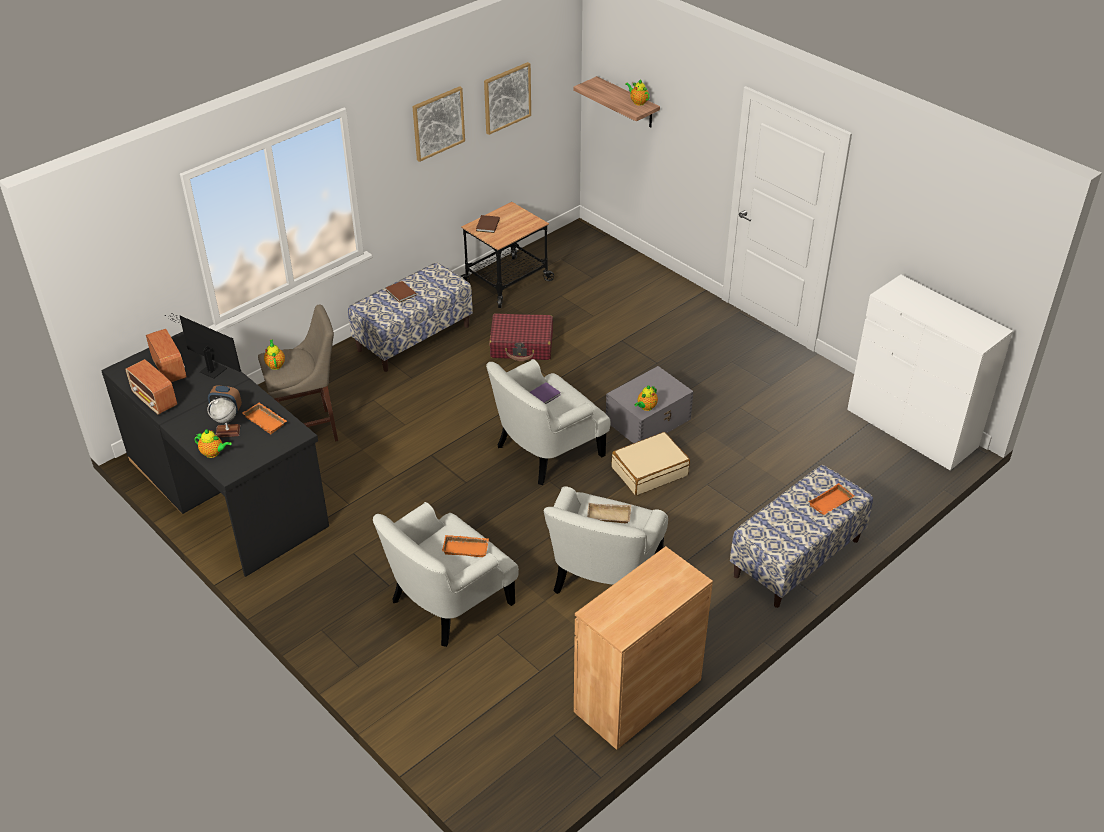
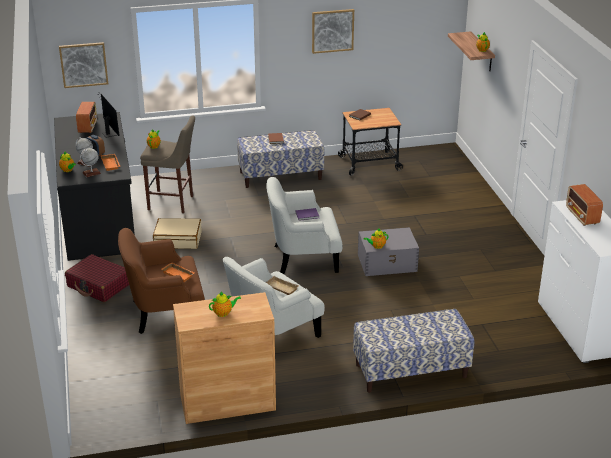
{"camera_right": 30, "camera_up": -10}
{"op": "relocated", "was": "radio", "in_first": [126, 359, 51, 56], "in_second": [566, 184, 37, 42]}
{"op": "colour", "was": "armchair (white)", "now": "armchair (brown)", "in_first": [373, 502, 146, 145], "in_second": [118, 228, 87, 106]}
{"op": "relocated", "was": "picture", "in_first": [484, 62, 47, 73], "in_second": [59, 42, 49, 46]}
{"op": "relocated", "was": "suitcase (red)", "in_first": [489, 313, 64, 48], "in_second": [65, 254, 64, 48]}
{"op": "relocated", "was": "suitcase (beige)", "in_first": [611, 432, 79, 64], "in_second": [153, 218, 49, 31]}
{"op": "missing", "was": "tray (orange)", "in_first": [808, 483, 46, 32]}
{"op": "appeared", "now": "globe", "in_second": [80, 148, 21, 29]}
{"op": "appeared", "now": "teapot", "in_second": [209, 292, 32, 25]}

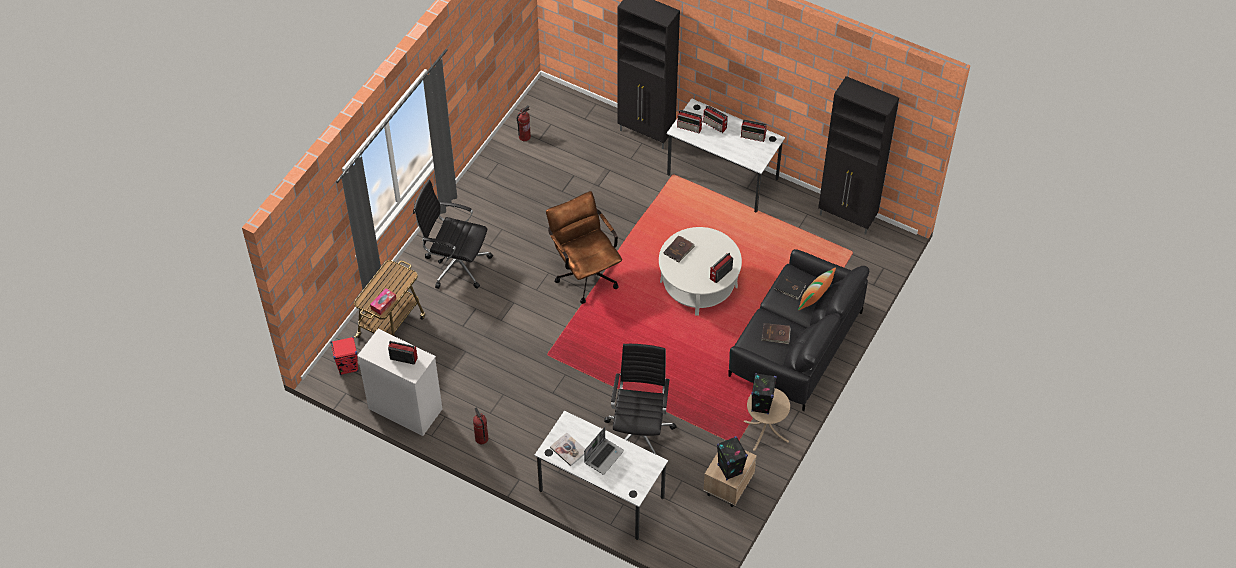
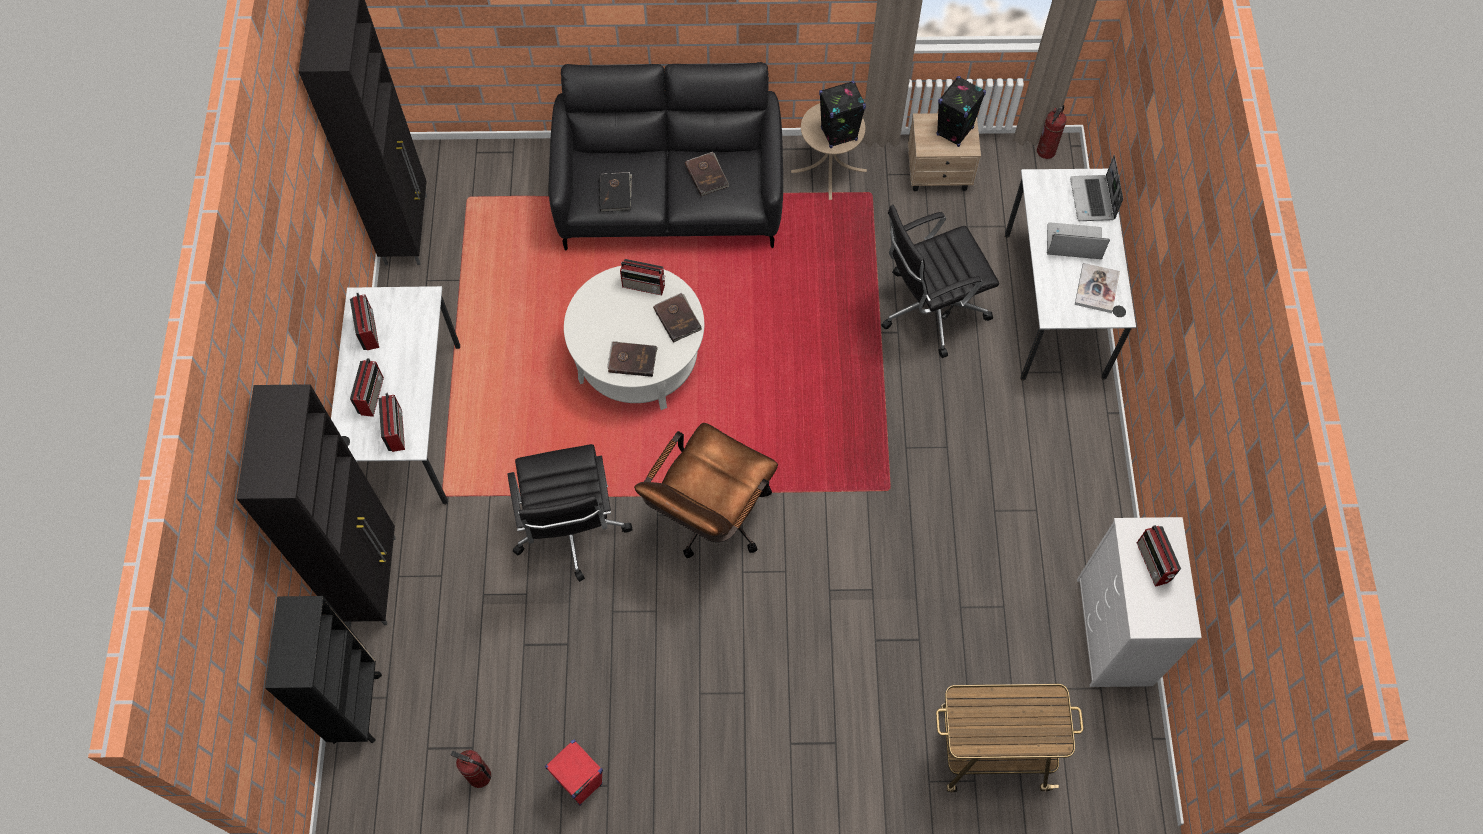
{"camera_right": -120, "camera_up": 10}
{"op": "relocated", "was": "speaker (red)", "in_first": [330, 337, 28, 38], "in_second": [545, 740, 58, 66]}
{"op": "missing", "was": "tissue box", "in_first": [370, 288, 26, 27]}
{"op": "relocated", "was": "office chair (black)", "in_first": [413, 180, 80, 109], "in_second": [508, 444, 125, 138]}
{"op": "relocated", "was": "fire extinguisher", "in_first": [473, 408, 15, 36], "in_second": [1037, 105, 30, 54]}
{"op": "missing", "was": "pillow", "in_first": [798, 267, 38, 44]}
{"op": "appeared", "now": "bookcase (black)", "in_second": [265, 596, 117, 148]}
{"op": "appeared", "now": "book (brown)", "in_second": [653, 293, 49, 50]}
{"op": "appeared", "now": "laptop", "in_second": [1070, 155, 53, 66]}

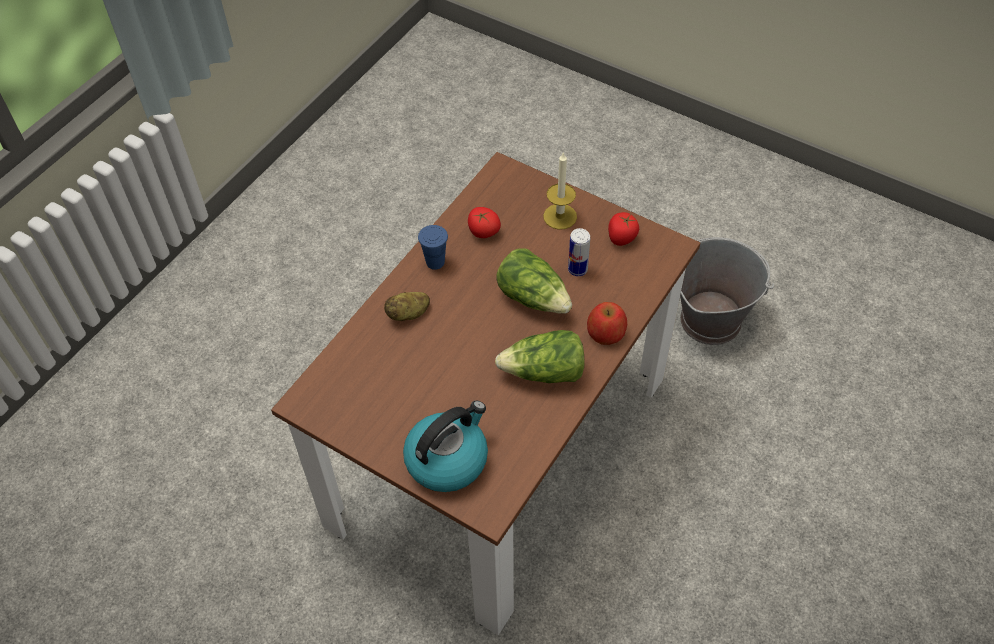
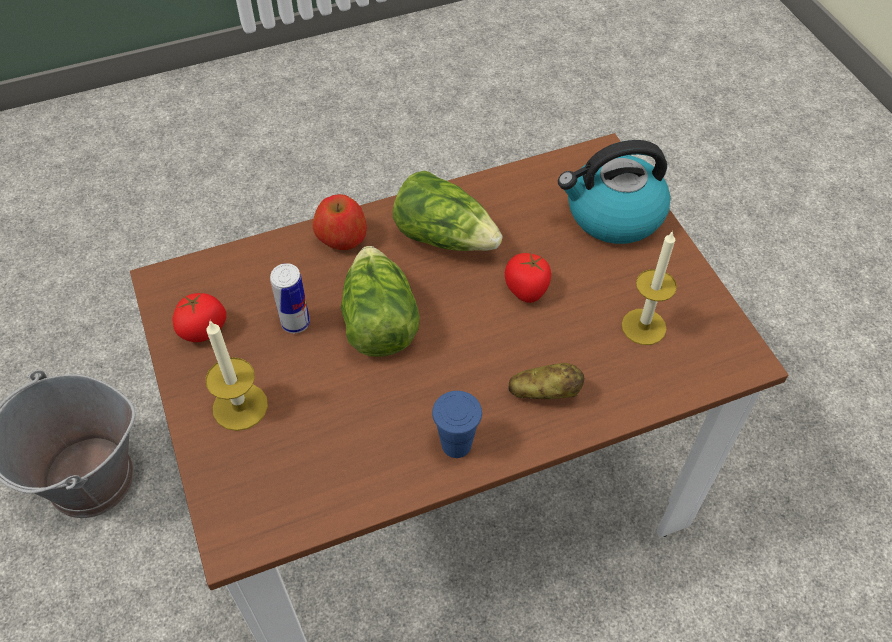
{"camera_right": -145, "camera_up": 0}
{"op": "relocated", "was": "tomato", "in_first": [468, 207, 33, 31], "in_second": [505, 253, 46, 50]}
{"op": "appeared", "now": "candle", "in_second": [622, 231, 55, 114]}

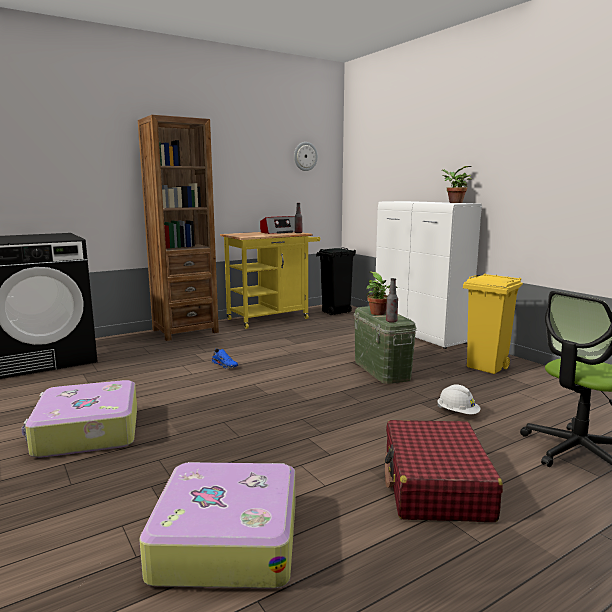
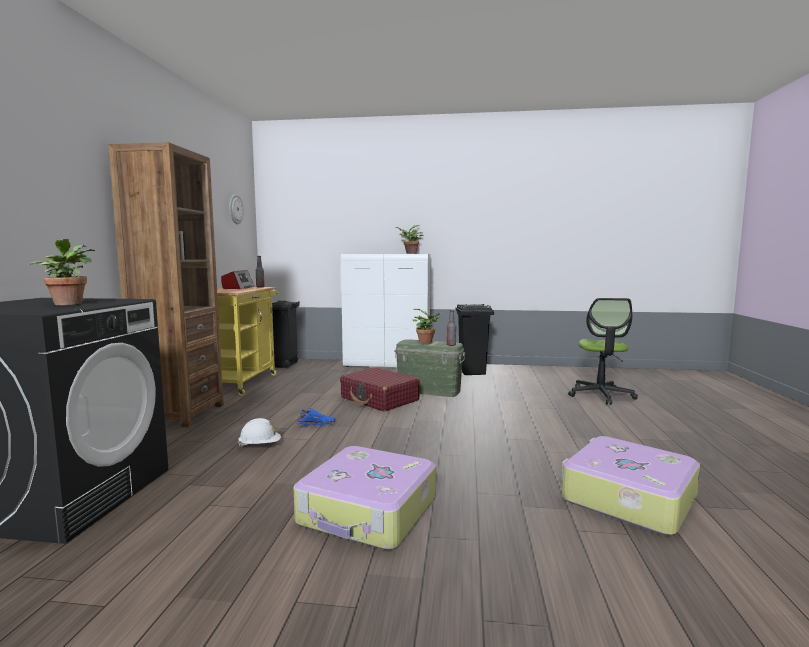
{"camera_right": -50, "camera_up": -5}
{"op": "relocated", "was": "suitcase (red)", "in_first": [385, 420, 118, 102], "in_second": [340, 367, 80, 45]}
{"op": "relocated", "was": "hard hat (white)", "in_first": [437, 384, 44, 30], "in_second": [238, 418, 43, 29]}
{"op": "colour", "was": "trash can (yellow)", "now": "trash can (black)", "in_first": [463, 273, 60, 101], "in_second": [455, 304, 39, 71]}
{"op": "appeared", "now": "potted plant", "in_second": [28, 239, 67, 66]}

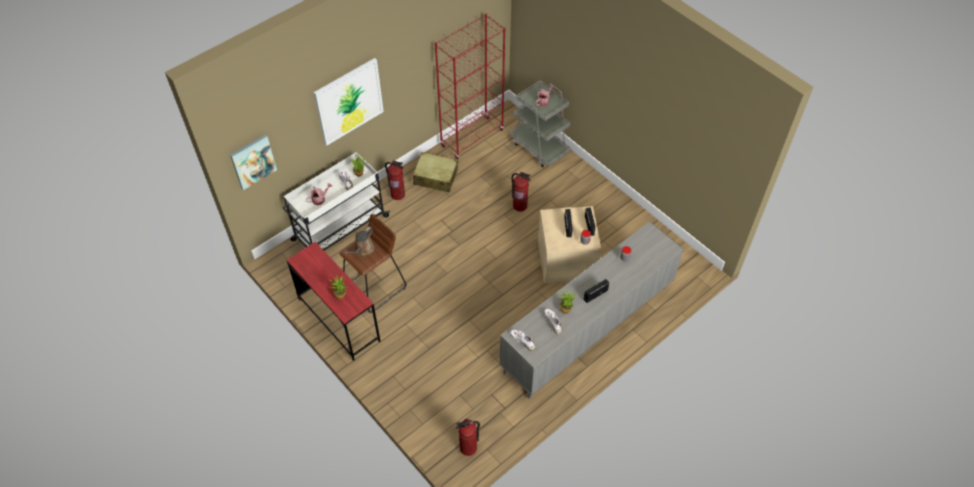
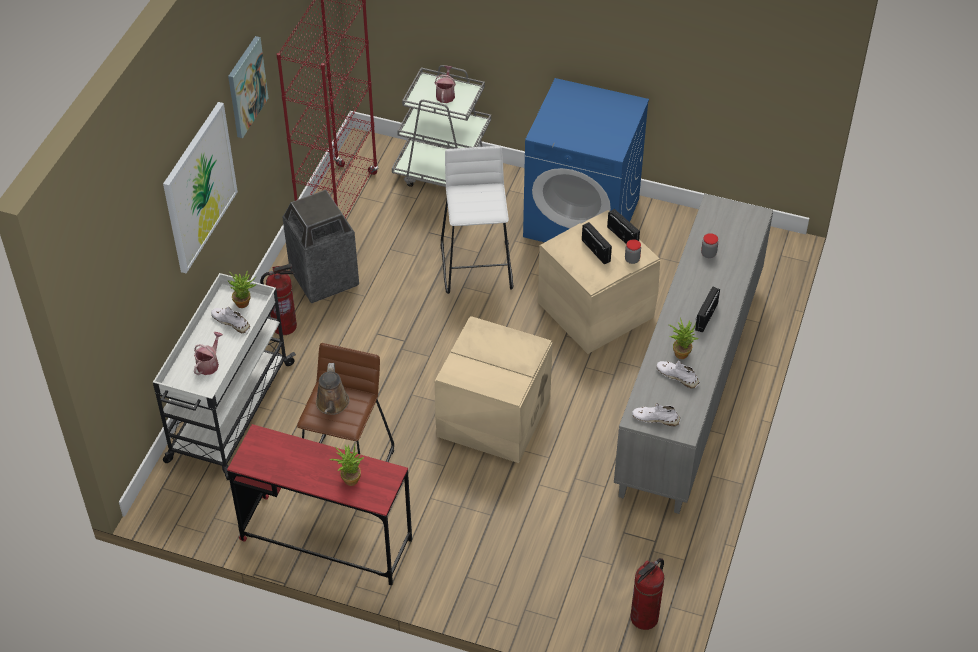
{"camera_right": -30, "camera_up": -5}
{"op": "relocated", "was": "picture", "in_first": [230, 135, 47, 55], "in_second": [228, 36, 40, 102]}
{"op": "exchanged", "was": "suitcase (beige)", "now": "trash can", "in_first": [413, 152, 45, 40], "in_second": [282, 190, 77, 113]}
{"op": "exchanged", "was": "fire extinguisher", "now": "stool (white)", "in_first": [512, 172, 19, 40], "in_second": [441, 146, 72, 148]}
{"op": "appeared", "now": "storage box (beige)", "in_second": [435, 316, 118, 147]}
{"op": "appeared", "now": "washing machine (blue)", "in_second": [523, 78, 126, 164]}

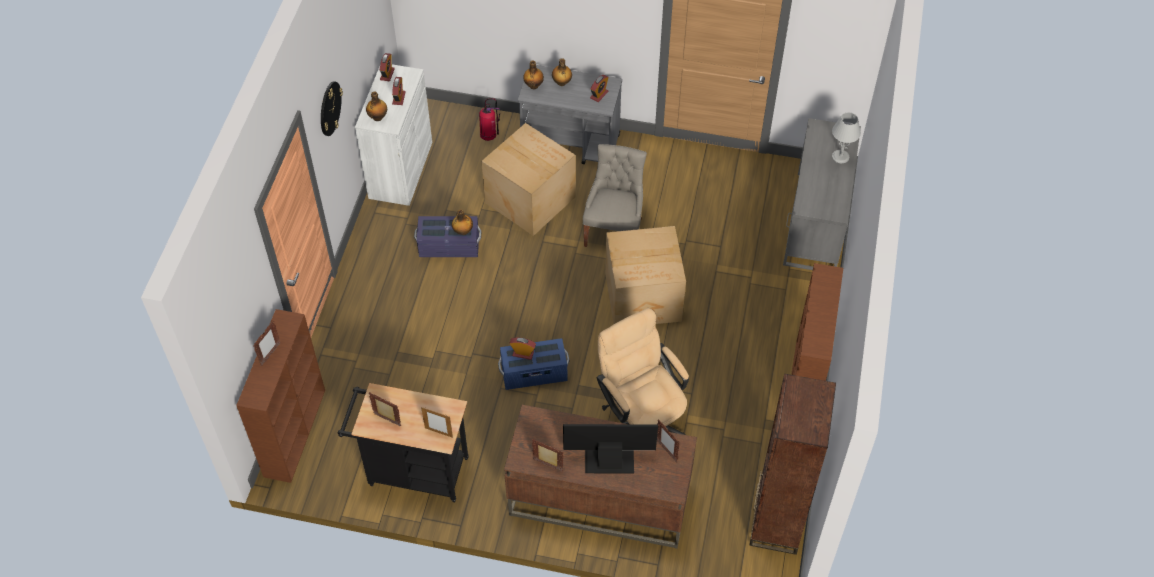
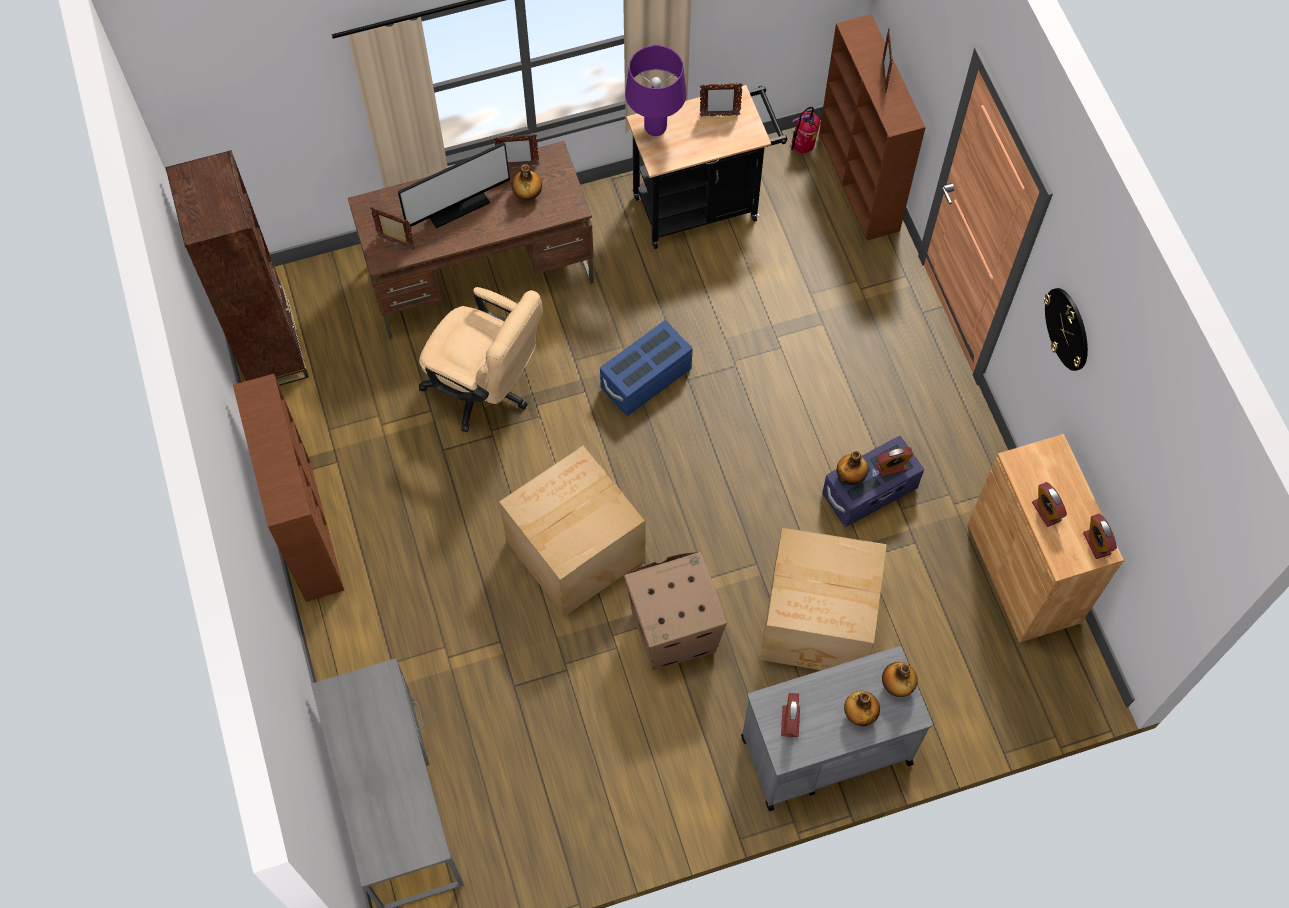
{"camera_right": 150, "camera_up": 10}
{"op": "colour", "was": "cabinet (white)", "now": "cabinet (brown)", "in_first": [355, 64, 77, 142], "in_second": [968, 434, 156, 209]}
{"op": "relocated", "was": "bottle", "in_first": [366, 92, 21, 29], "in_second": [512, 164, 30, 37]}
{"op": "exchanged", "was": "picture frame", "now": "table lamp (purple)", "in_first": [421, 407, 32, 31], "in_second": [625, 45, 61, 91]}
{"op": "relocated", "was": "fire extinguisher", "in_first": [479, 98, 21, 43], "in_second": [791, 107, 29, 46]}
{"op": "relocated", "was": "alarm clock", "in_first": [509, 337, 27, 23], "in_second": [876, 447, 38, 30]}
{"op": "exchanged", "was": "chair (grey)", "now": "cardboard box", "in_first": [583, 144, 64, 103], "in_second": [624, 552, 103, 118]}
{"op": "missing", "was": "table lamp (grey)", "in_first": [832, 112, 29, 51]}

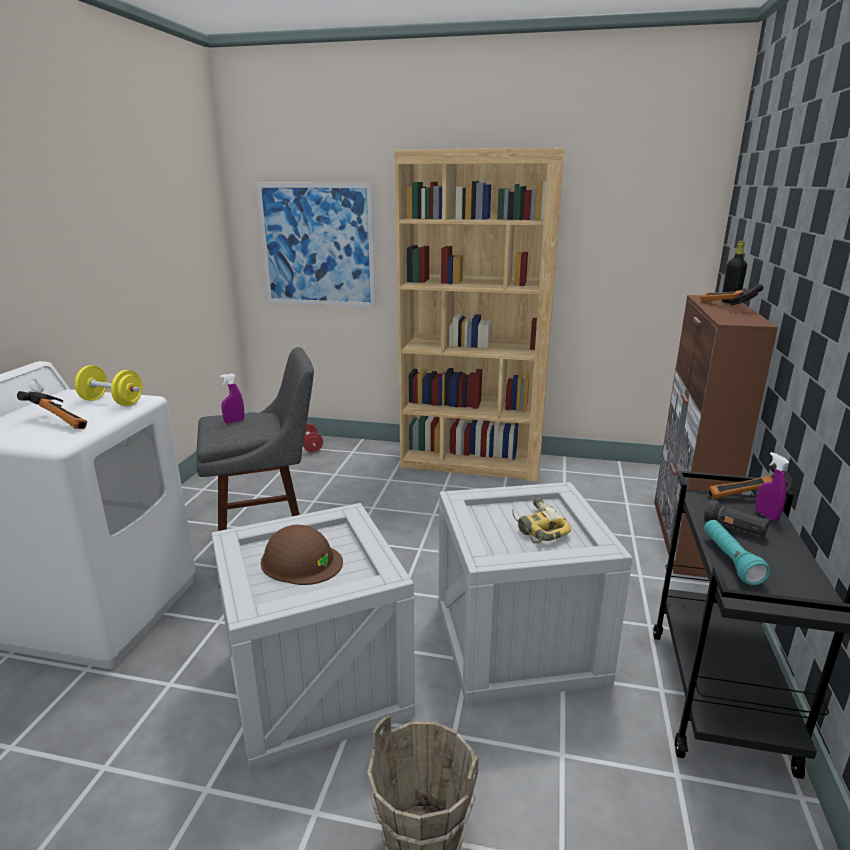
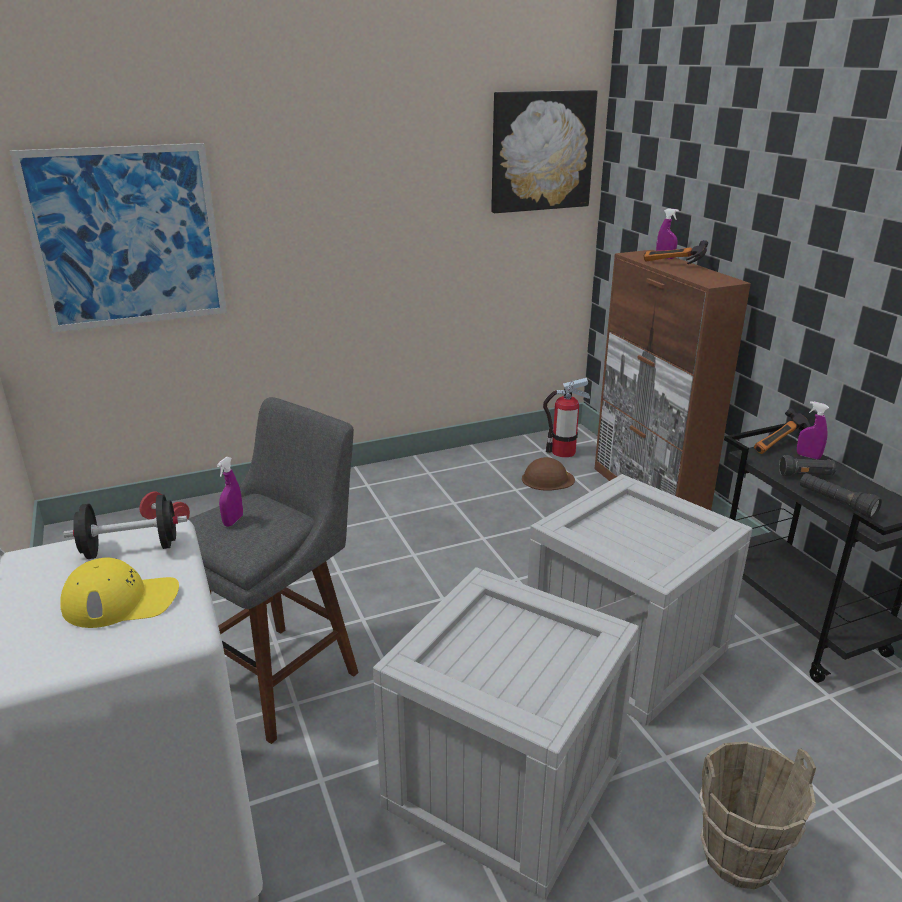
{"camera_right": -35, "camera_up": 5}
{"op": "exchanged", "was": "hammer", "now": "cap (yellow)", "in_first": [17, 391, 70, 38], "in_second": [60, 557, 119, 71]}
{"op": "colour", "was": "dumbbell (yellow)", "now": "dumbbell (black)", "in_first": [75, 365, 67, 41], "in_second": [64, 494, 123, 65]}
{"op": "relocated", "was": "hard hat (brown)", "in_first": [261, 525, 82, 60], "in_second": [522, 457, 53, 34]}
{"op": "missing", "was": "bookcase (brown)", "in_first": [394, 148, 170, 334]}
{"op": "missing", "was": "power drill", "in_first": [512, 498, 59, 45]}
{"op": "colour", "was": "flashlight (turquoise)", "now": "flashlight (black)", "in_first": [704, 520, 66, 65], "in_second": [800, 473, 82, 46]}
{"op": "exchanged", "was": "bottle (black)", "now": "spray bottle (purple)", "in_first": [721, 241, 26, 63], "in_second": [656, 208, 23, 51]}
{"op": "appeared", "now": "picture", "in_second": [491, 90, 106, 123]}
{"op": "appeared", "now": "fire extinguisher", "in_second": [543, 378, 47, 79]}

